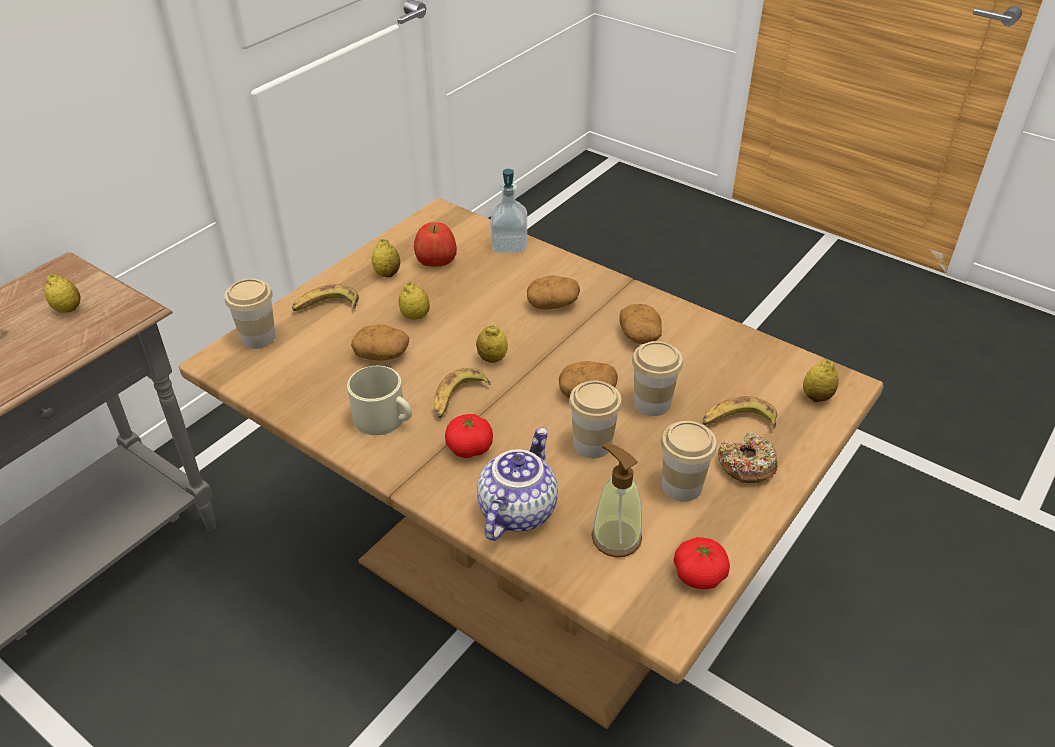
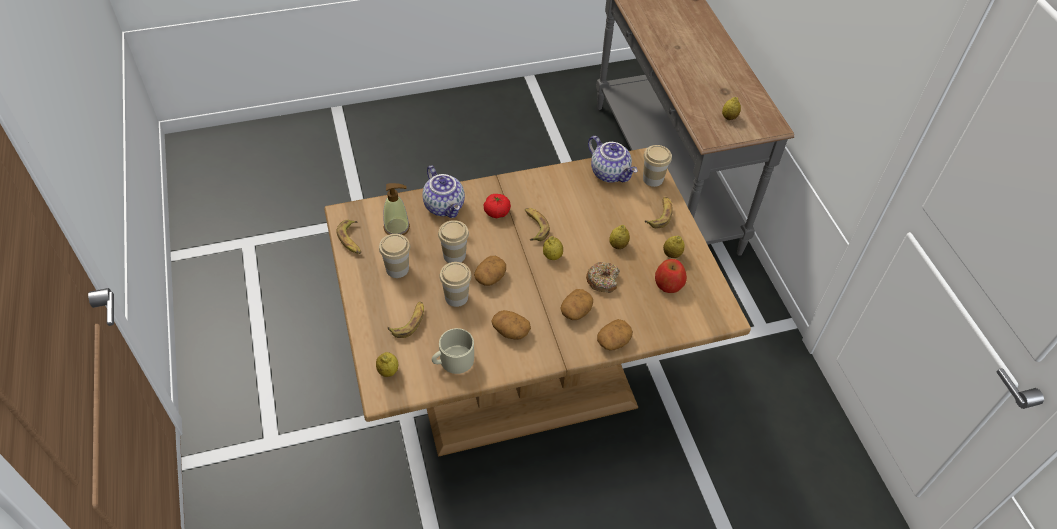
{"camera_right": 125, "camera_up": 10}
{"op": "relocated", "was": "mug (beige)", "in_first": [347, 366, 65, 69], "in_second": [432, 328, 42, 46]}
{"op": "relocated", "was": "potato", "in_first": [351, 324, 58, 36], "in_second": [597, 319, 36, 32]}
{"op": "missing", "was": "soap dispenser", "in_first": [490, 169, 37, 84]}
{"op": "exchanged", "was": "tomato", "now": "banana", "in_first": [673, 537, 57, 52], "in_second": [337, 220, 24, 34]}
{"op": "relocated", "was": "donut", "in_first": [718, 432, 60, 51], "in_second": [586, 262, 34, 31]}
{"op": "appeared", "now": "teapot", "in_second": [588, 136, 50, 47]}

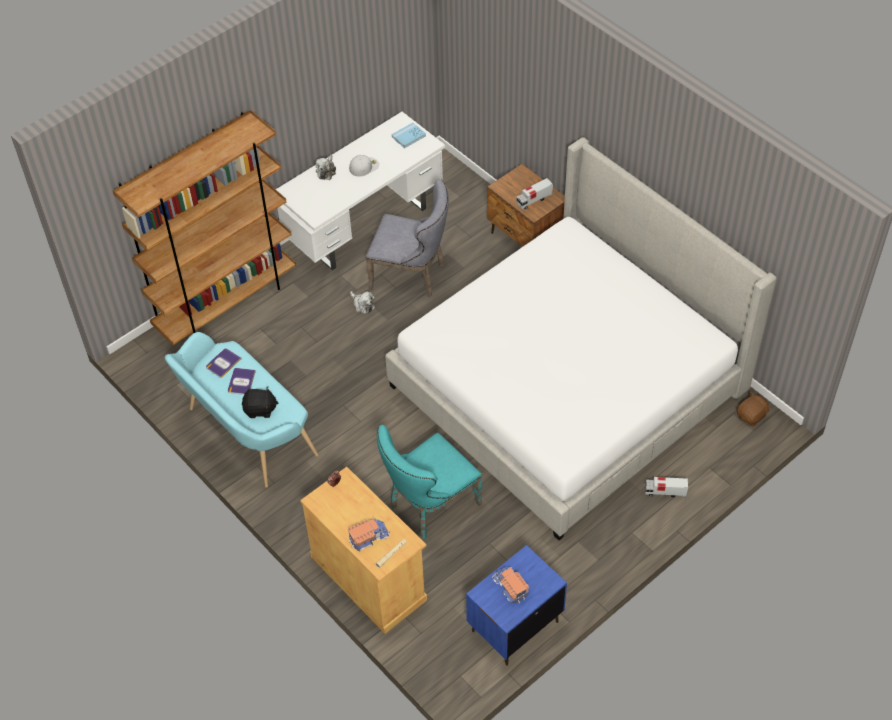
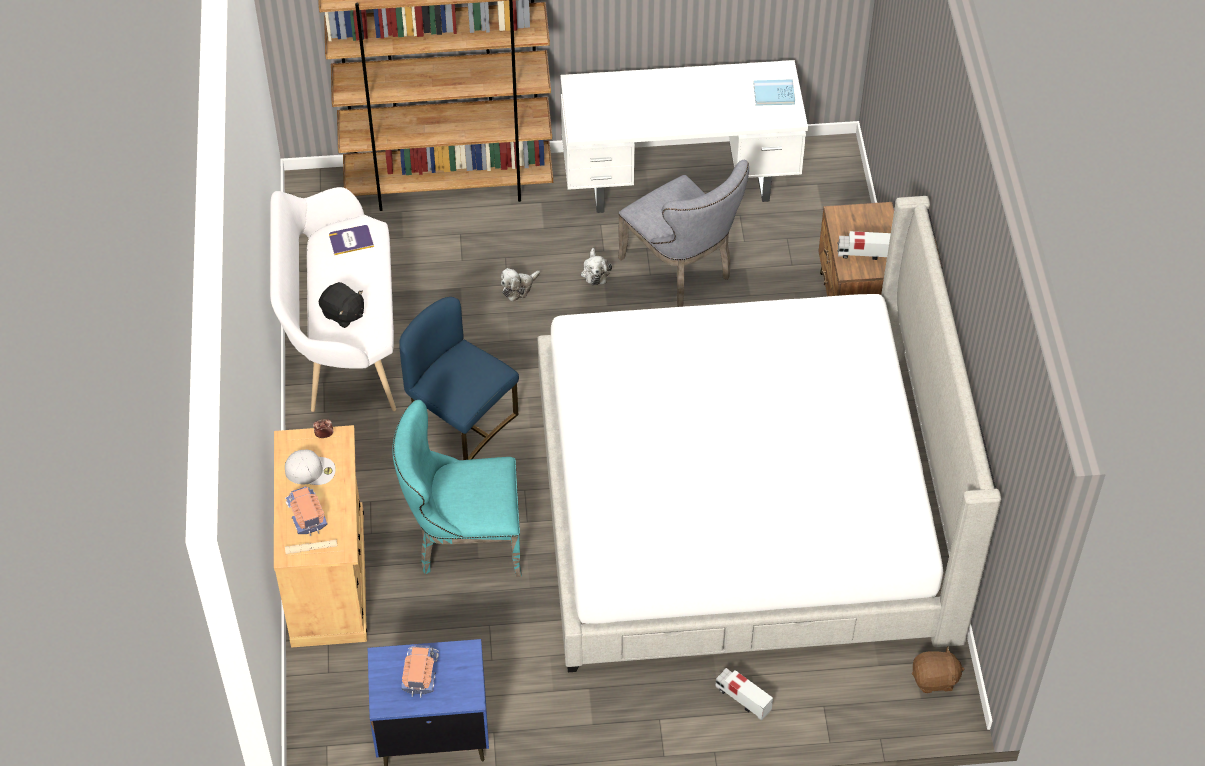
{"camera_right": 35, "camera_up": 0}
{"op": "colour", "was": "bench (turquoise)", "now": "bench (white)", "in_first": [165, 332, 153, 156], "in_second": [270, 187, 126, 225]}
{"op": "missing", "was": "book", "in_first": [228, 368, 28, 27]}
{"op": "relocated", "was": "plush toy", "in_first": [315, 155, 21, 25], "in_second": [501, 268, 39, 33]}
{"op": "spun", "was": "toy truck", "in_first": [348, 518, 42, 34], "in_second": [285, 486, 43, 50], "clockwise": -120}
{"op": "relocated", "was": "cap (white)", "in_first": [349, 155, 30, 22], "in_second": [285, 450, 51, 35]}
{"op": "appeared", "now": "chair (blue)", "in_second": [399, 297, 120, 163]}

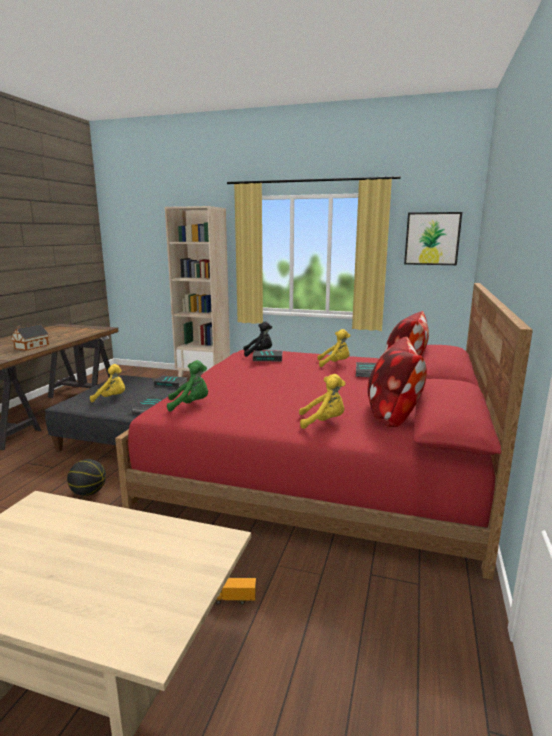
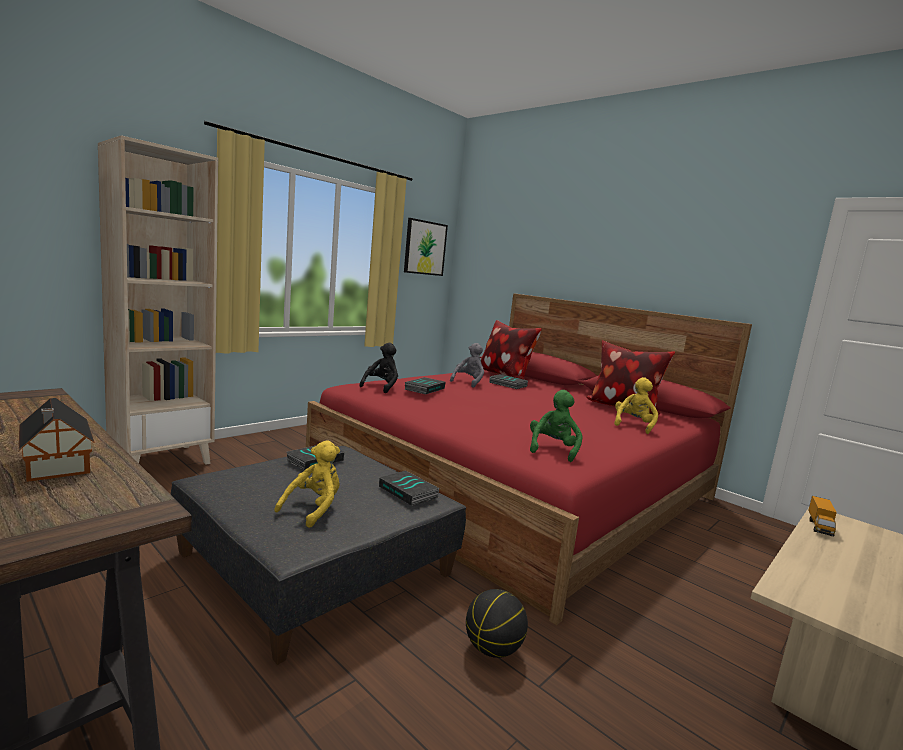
{"camera_right": -65, "camera_up": -5}
{"op": "relocated", "was": "toy truck", "in_first": [215, 578, 41, 27], "in_second": [808, 496, 29, 40]}
{"op": "colour", "was": "plush toy (yellow)", "now": "plush toy (grey)", "in_first": [317, 329, 33, 38], "in_second": [450, 343, 34, 45]}

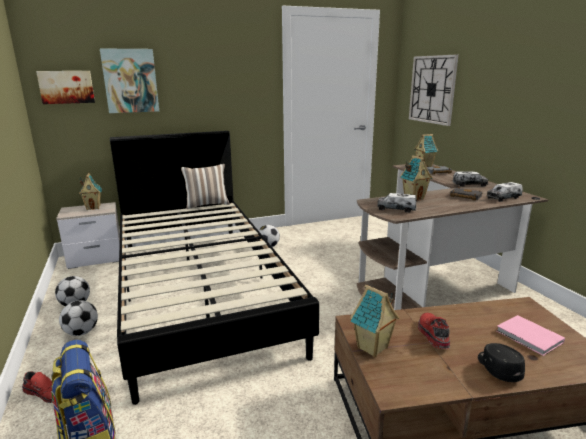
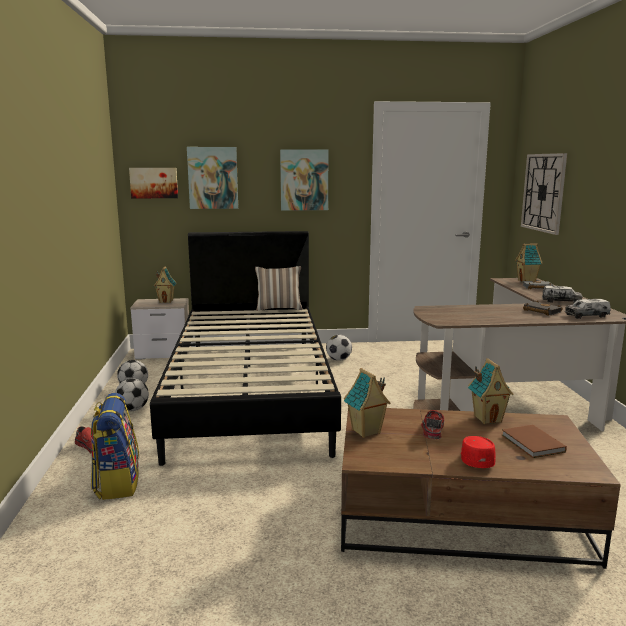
{"camera_right": 15, "camera_up": -5}
{"op": "missing", "was": "toy truck", "in_first": [377, 193, 39, 20]}
{"op": "relocated", "was": "toy house", "in_first": [400, 155, 32, 46], "in_second": [468, 358, 45, 66]}
{"op": "colour", "was": "cap (black)", "now": "cap (red)", "in_first": [478, 343, 47, 39], "in_second": [461, 436, 35, 32]}
{"op": "colour", "was": "book (pink)", "now": "book (brown)", "in_first": [496, 315, 69, 41], "in_second": [502, 425, 65, 33]}
{"op": "appeared", "now": "picture", "in_second": [280, 149, 49, 62]}

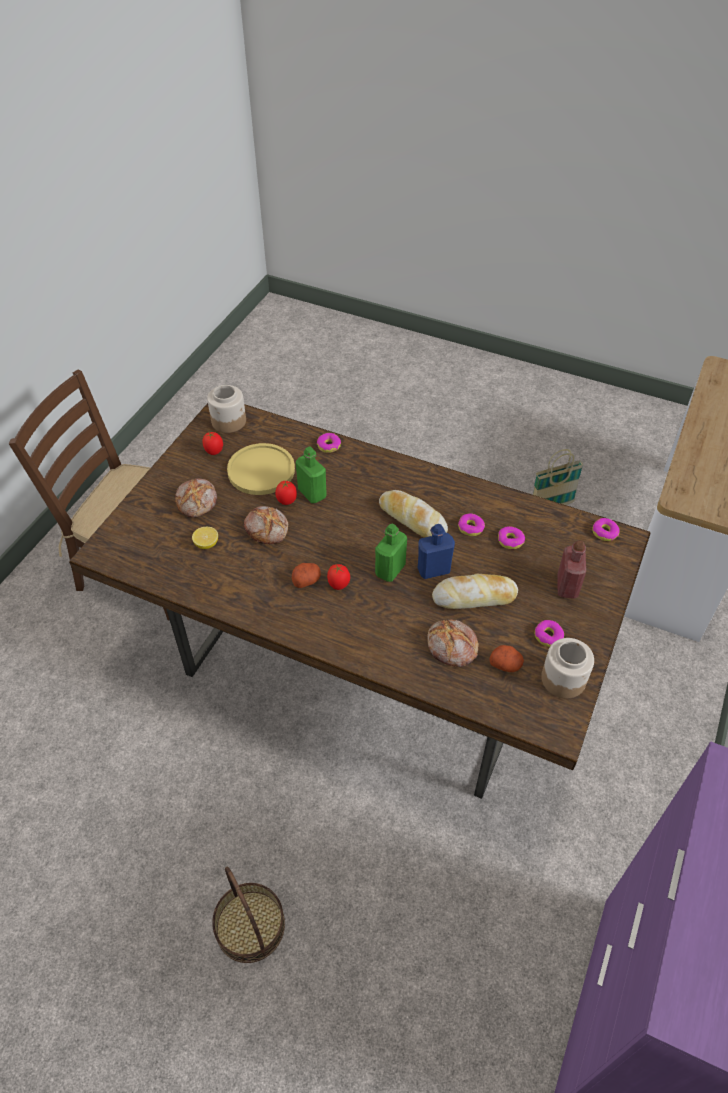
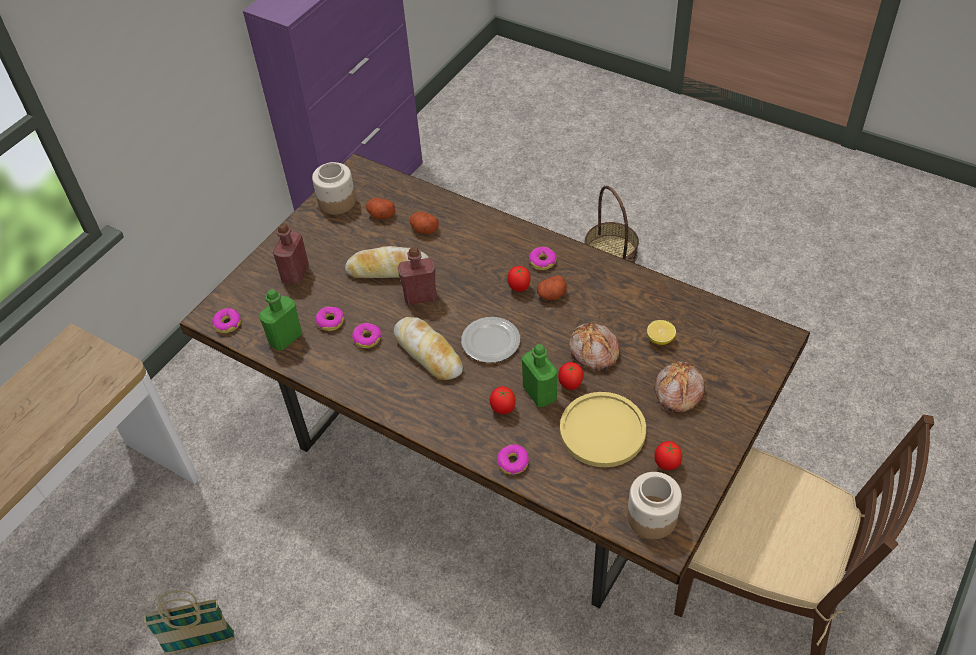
{"camera_right": -170, "camera_up": 0}
{"op": "relocated", "was": "bottle (green)", "in_first": [375, 524, 32, 58], "in_second": [259, 289, 43, 62]}
{"op": "colour", "was": "bottle (blue)", "now": "bottle (red)", "in_first": [418, 524, 37, 55], "in_second": [398, 247, 39, 58]}
{"op": "exchanged", "was": "bread", "now": "potato", "in_first": [427, 619, 52, 48], "in_second": [410, 212, 29, 22]}
{"op": "relocated", "was": "donut", "in_first": [535, 620, 29, 27], "in_second": [529, 247, 28, 23]}
{"op": "appeared", "now": "plate", "in_second": [461, 317, 59, 46]}
{"op": "appeared", "now": "tomato", "in_second": [490, 386, 26, 28]}

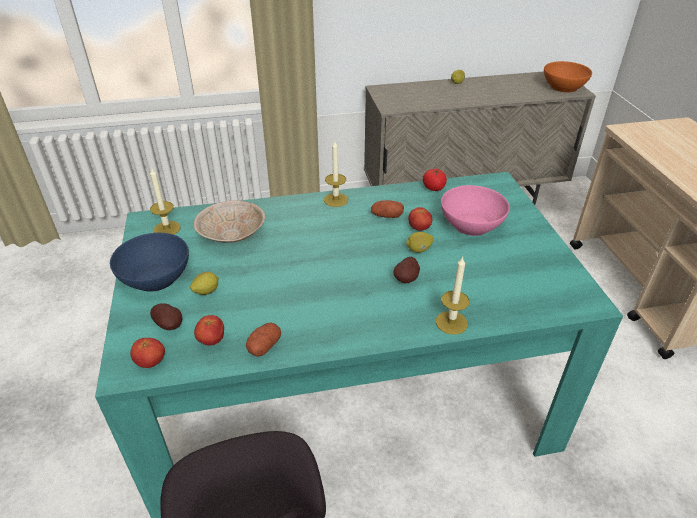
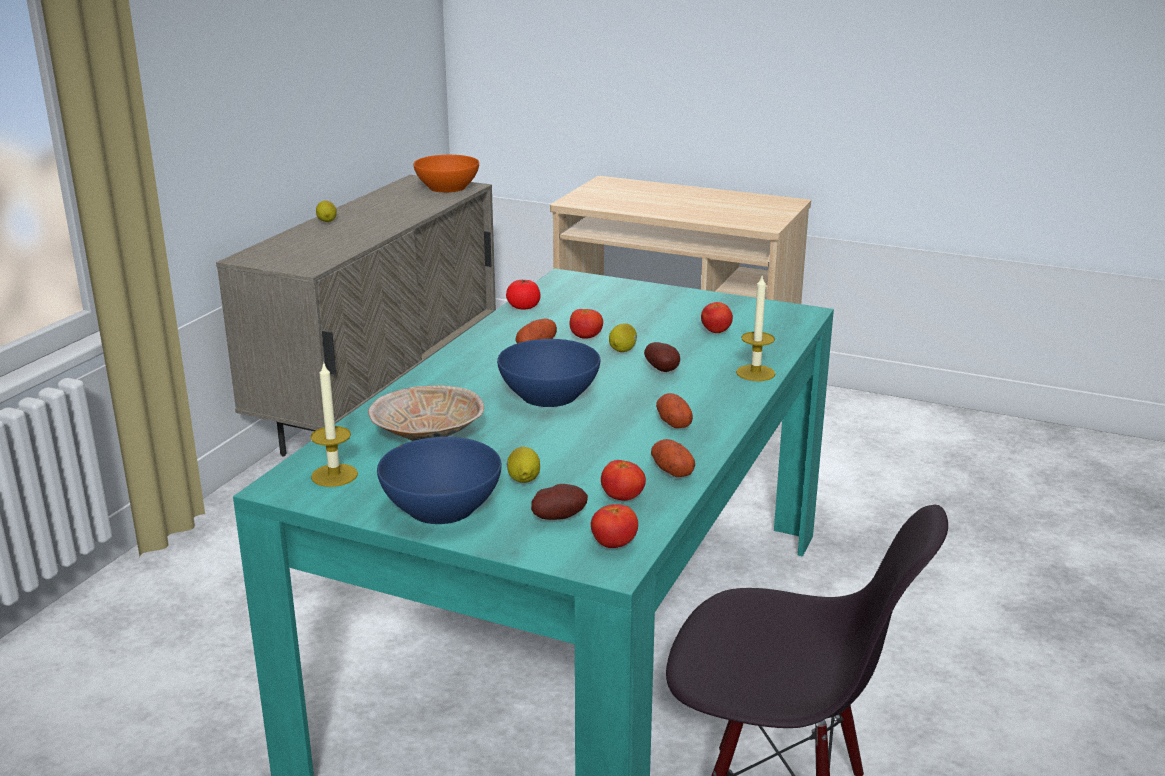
{"camera_right": -55, "camera_up": -15}
{"op": "missing", "was": "candle", "in_first": [324, 141, 24, 66]}
{"op": "missing", "was": "bowl (pink)", "in_first": [441, 185, 69, 51]}
{"op": "appeared", "now": "bowl (blue)", "in_second": [497, 339, 103, 68]}
{"op": "appeared", "now": "potato", "in_second": [656, 393, 37, 35]}
{"op": "appeared", "now": "tomato", "in_second": [701, 302, 32, 31]}

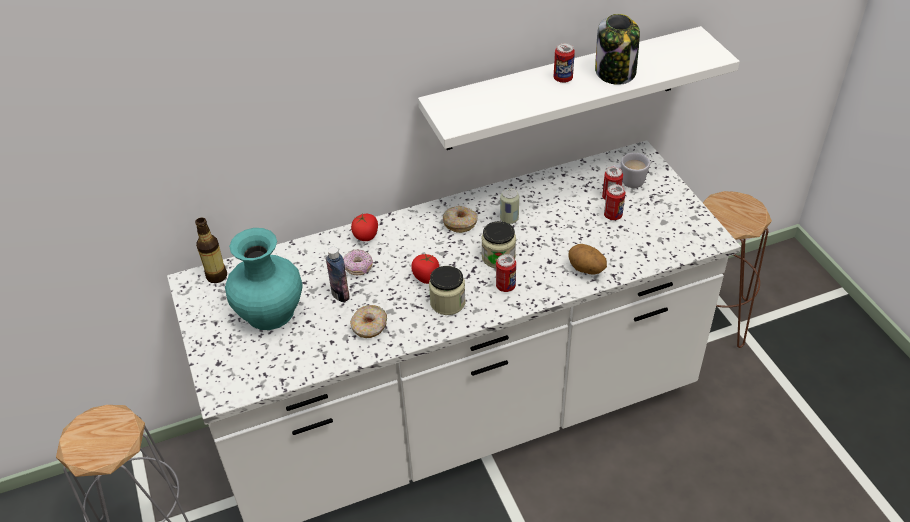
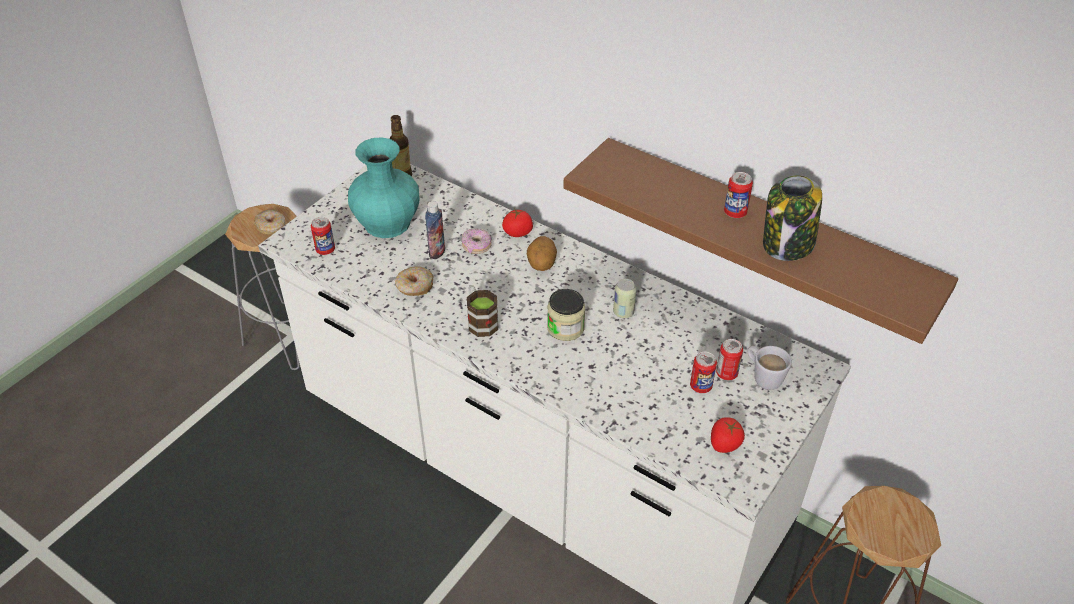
{"camera_right": 55, "camera_up": 0}
{"op": "relocated", "was": "tomato", "in_first": [411, 254, 28, 30], "in_second": [711, 417, 34, 36]}
{"op": "colour", "was": "shelf (white)", "now": "shelf (brown)", "in_first": [418, 26, 322, 124], "in_second": [563, 138, 395, 206]}
{"op": "exchanged", "was": "jar", "now": "mug", "in_first": [429, 266, 36, 49], "in_second": [467, 285, 31, 52]}
{"op": "relocated", "was": "donut", "in_first": [443, 206, 35, 27], "in_second": [254, 210, 31, 25]}
{"op": "relocated", "was": "can", "in_first": [496, 254, 20, 38], "in_second": [311, 217, 24, 38]}
{"op": "relocated", "was": "potato", "in_first": [569, 244, 38, 31], "in_second": [527, 236, 30, 35]}

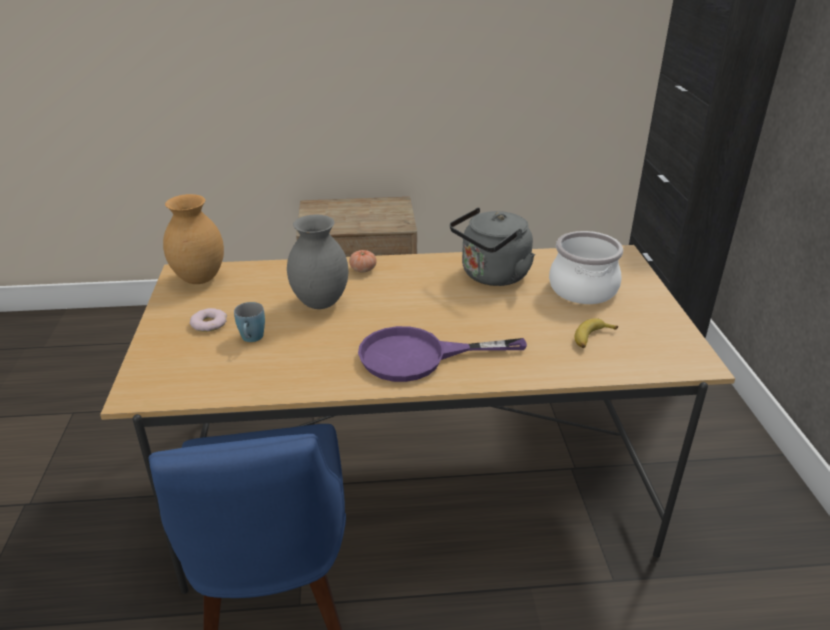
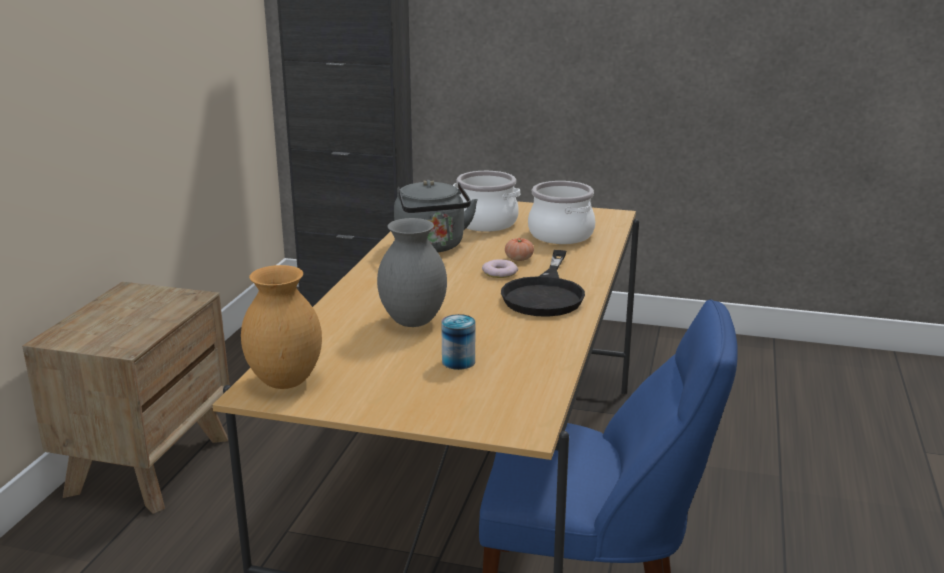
{"camera_right": -70, "camera_up": -10}
{"op": "relocated", "was": "donut", "in_first": [190, 308, 37, 24], "in_second": [482, 260, 36, 18]}
{"op": "exchanged", "was": "mug (blue)", "now": "can", "in_first": [234, 302, 31, 40], "in_second": [441, 314, 34, 56]}
{"op": "relocated", "was": "tomato", "in_first": [349, 250, 27, 22], "in_second": [505, 238, 29, 23]}
{"op": "colour", "was": "frying pan (purple)", "now": "frying pan (black)", "in_first": [358, 326, 169, 56], "in_second": [501, 250, 84, 67]}
{"op": "exchanged", "was": "banana", "now": "cooking pot", "in_first": [574, 318, 44, 30], "in_second": [528, 181, 68, 63]}

